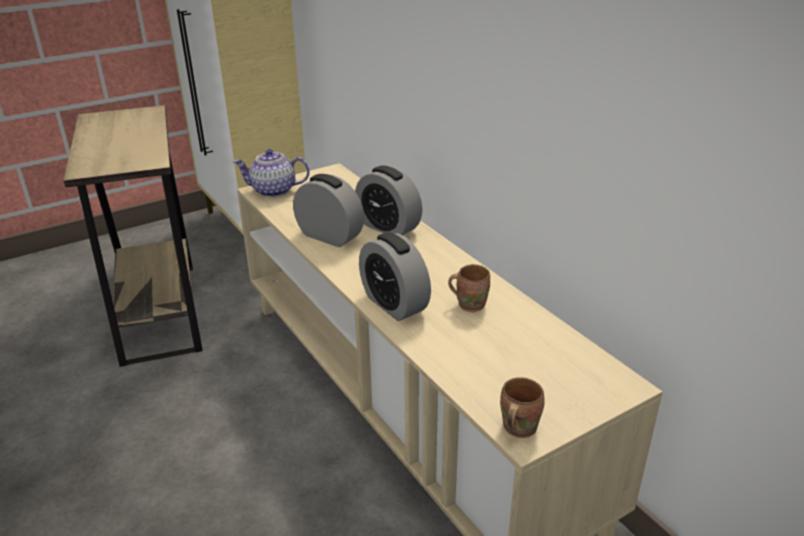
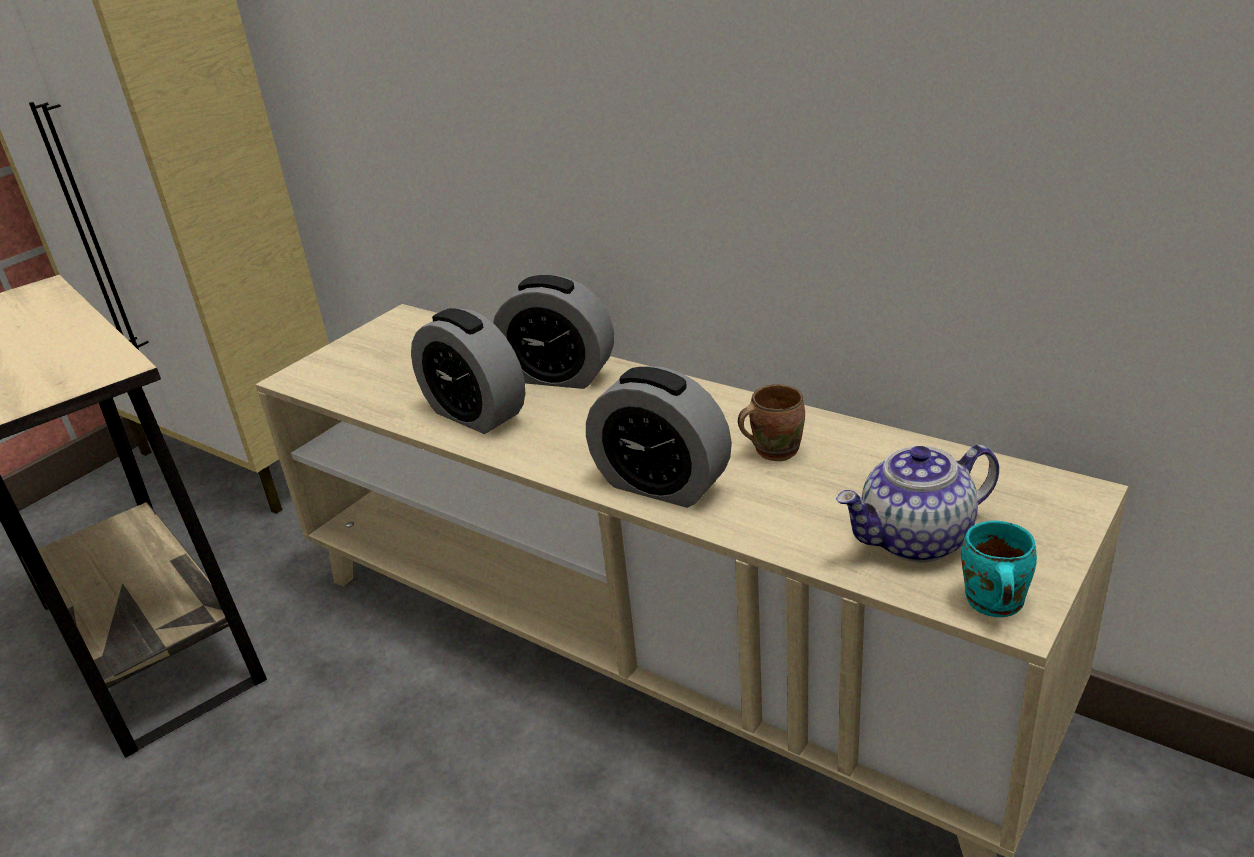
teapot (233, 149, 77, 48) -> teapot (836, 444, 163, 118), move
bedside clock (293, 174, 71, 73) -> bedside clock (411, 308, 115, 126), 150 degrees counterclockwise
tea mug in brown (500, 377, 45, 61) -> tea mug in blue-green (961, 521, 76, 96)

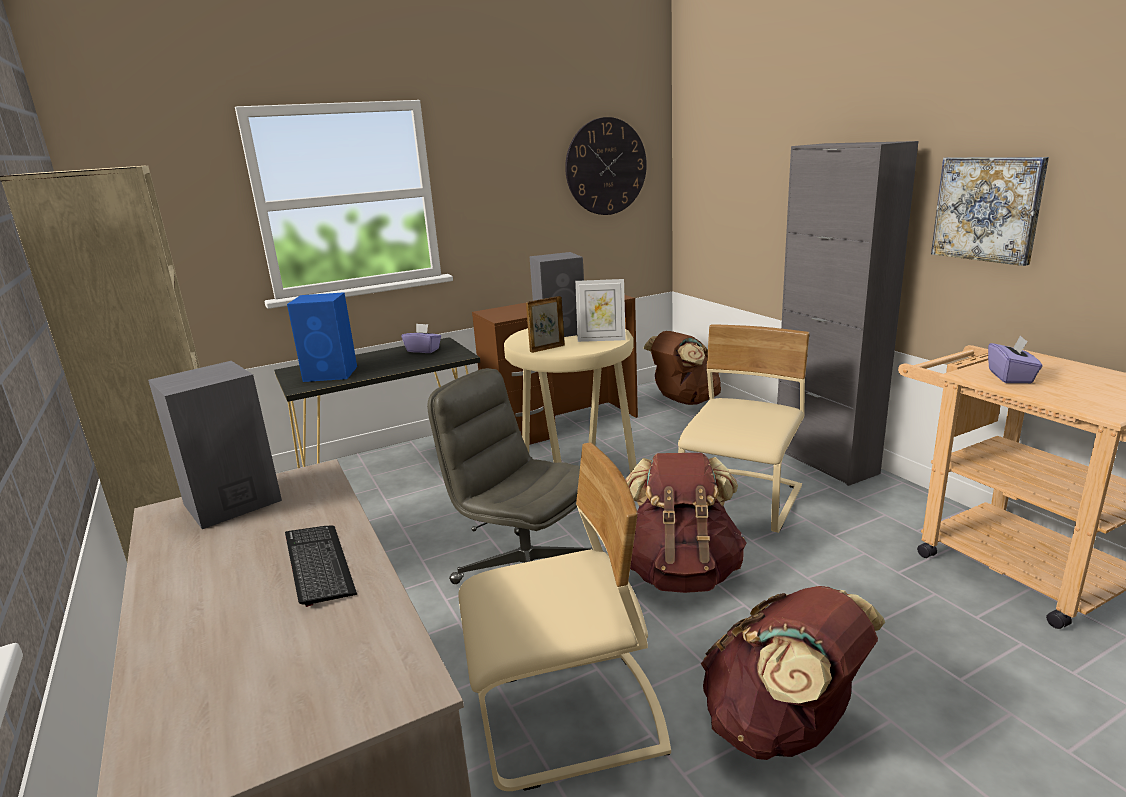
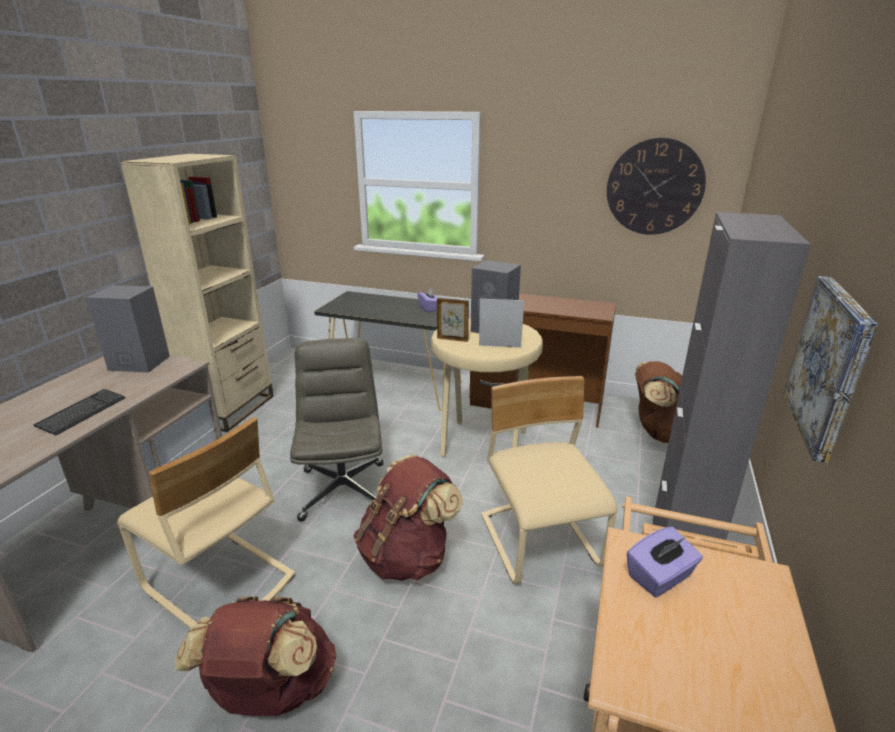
loudspeaker in blue (287, 292, 70, 90) -> none
photo frame (575, 279, 51, 63) -> photo frame (479, 299, 45, 48), 135 degrees clockwise
plain chair in beige-coloured (678, 324, 131, 209) -> plain chair in beige-coloured (481, 376, 137, 208), 90 degrees counterclockwise

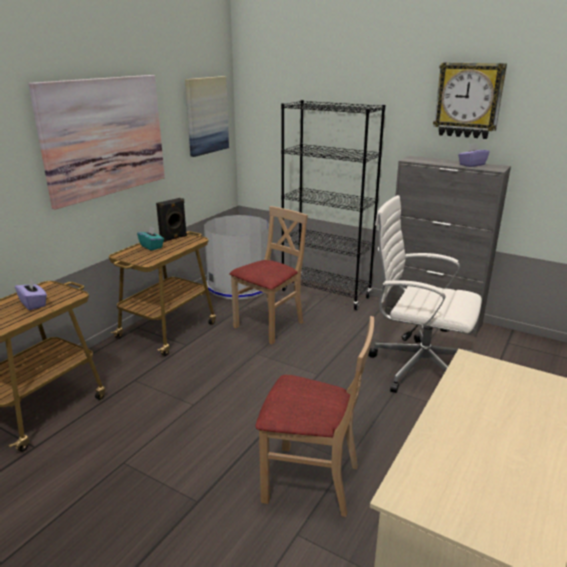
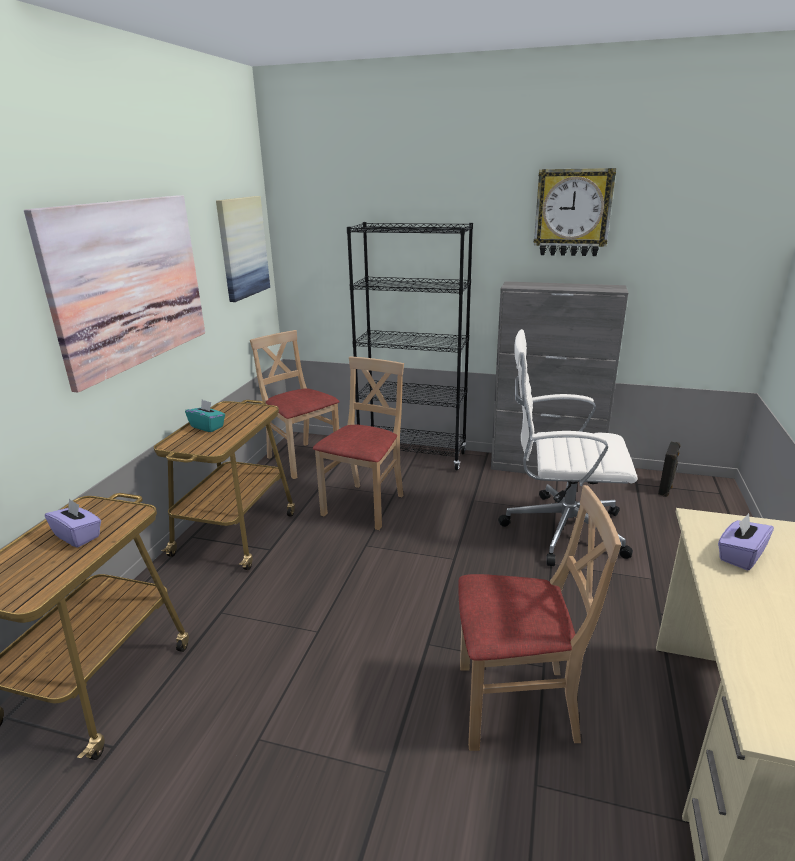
loudspeaker in black (156, 198, 31, 44) -> loudspeaker in black (658, 442, 23, 55), move
rubbish bin in grey (204, 215, 65, 85) -> plain chair in beige-coloured (250, 330, 90, 149)
tissue box in purplish (458, 143, 32, 24) -> tissue box in purplish (718, 513, 56, 58), move

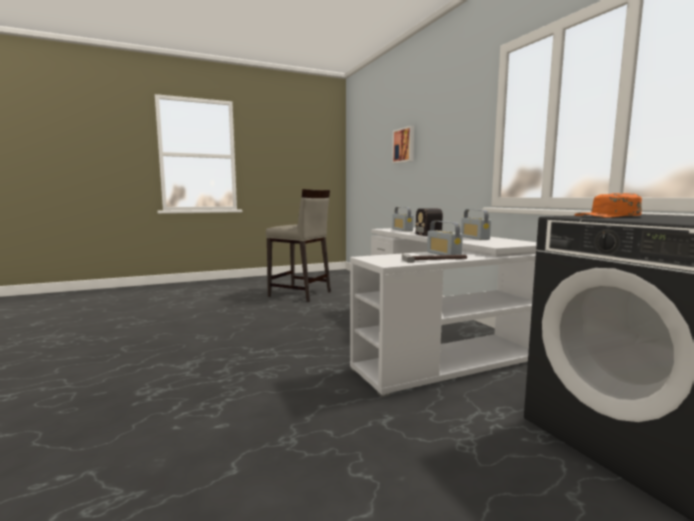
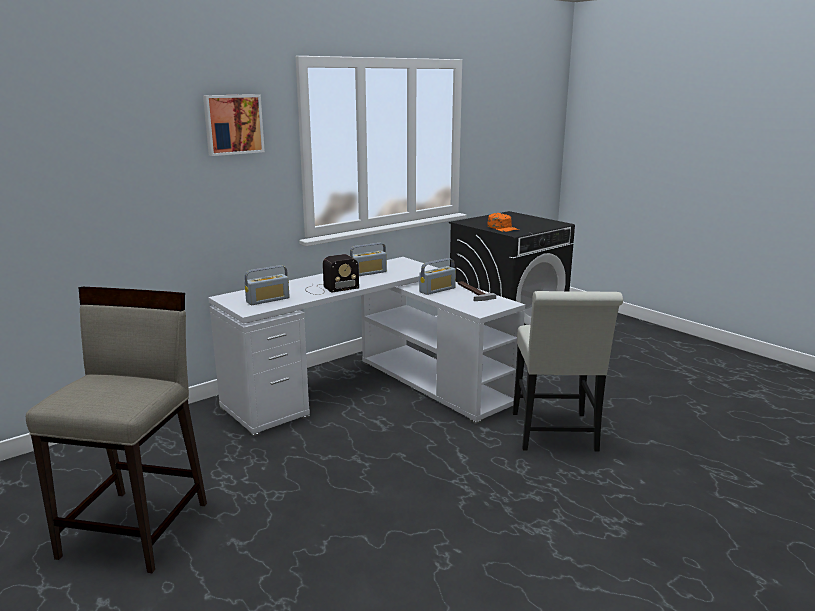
picture (392, 126, 22, 38) -> picture (203, 94, 62, 62), move
none -> plain chair in whitish (513, 291, 110, 161)

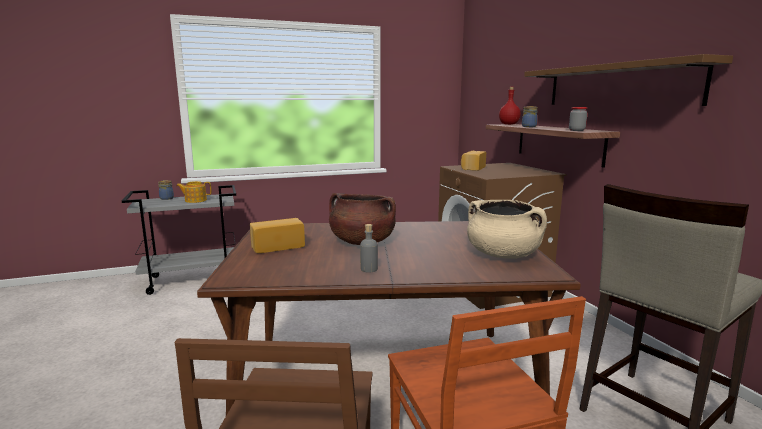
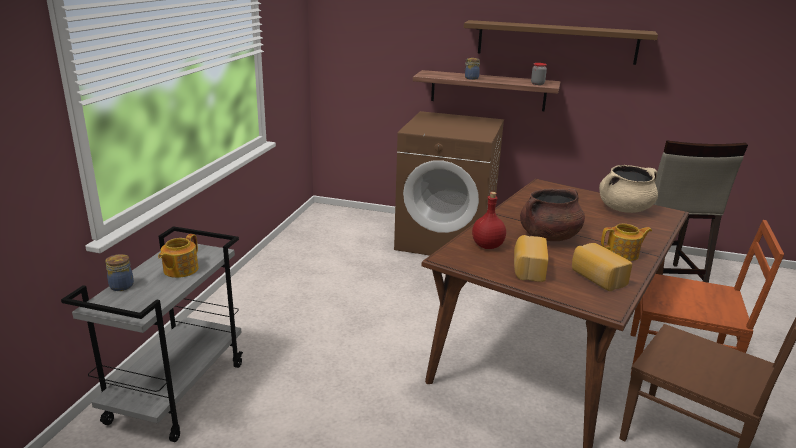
bottle in grey (360, 224, 18, 49) -> teapot (601, 224, 51, 37)
bakery bread (461, 151, 25, 20) -> bakery bread (572, 243, 60, 48), move
bottle in red (499, 87, 22, 38) -> bottle in red (472, 192, 34, 57), move

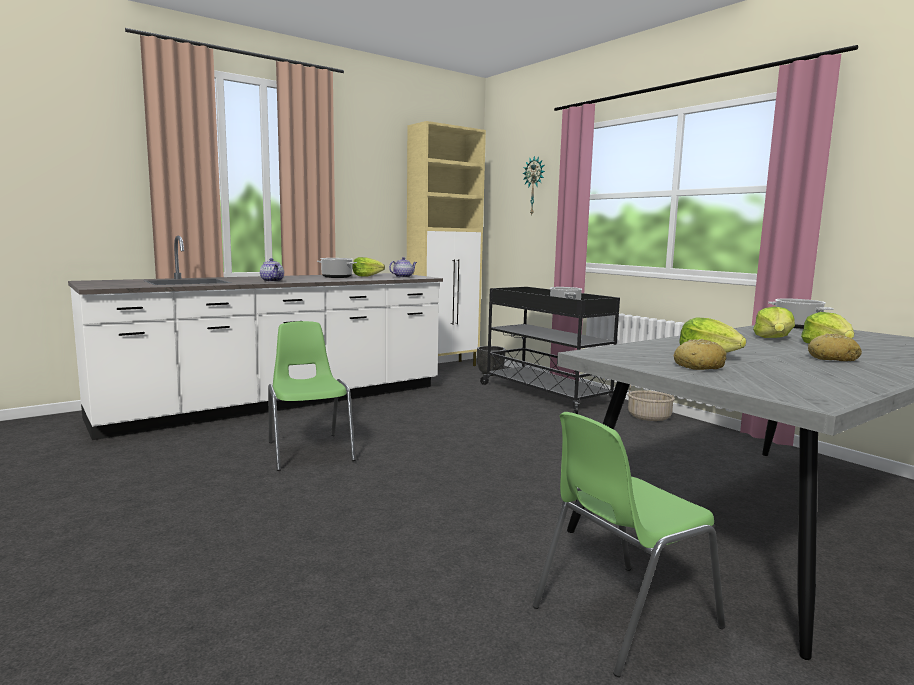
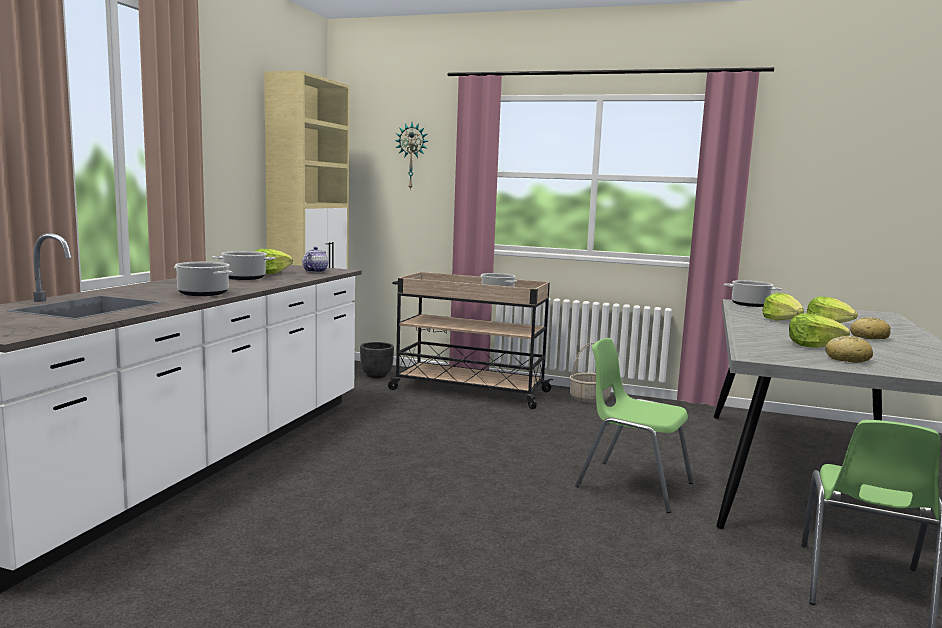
teapot (260, 258, 24, 24) -> cooking pot (174, 262, 58, 34)
plain chair in greenish (268, 321, 88, 150) -> plain chair in greenish (575, 338, 118, 175), move
wheeled cart in black (480, 287, 140, 127) -> wheeled cart in beige-coloured (388, 272, 165, 137)

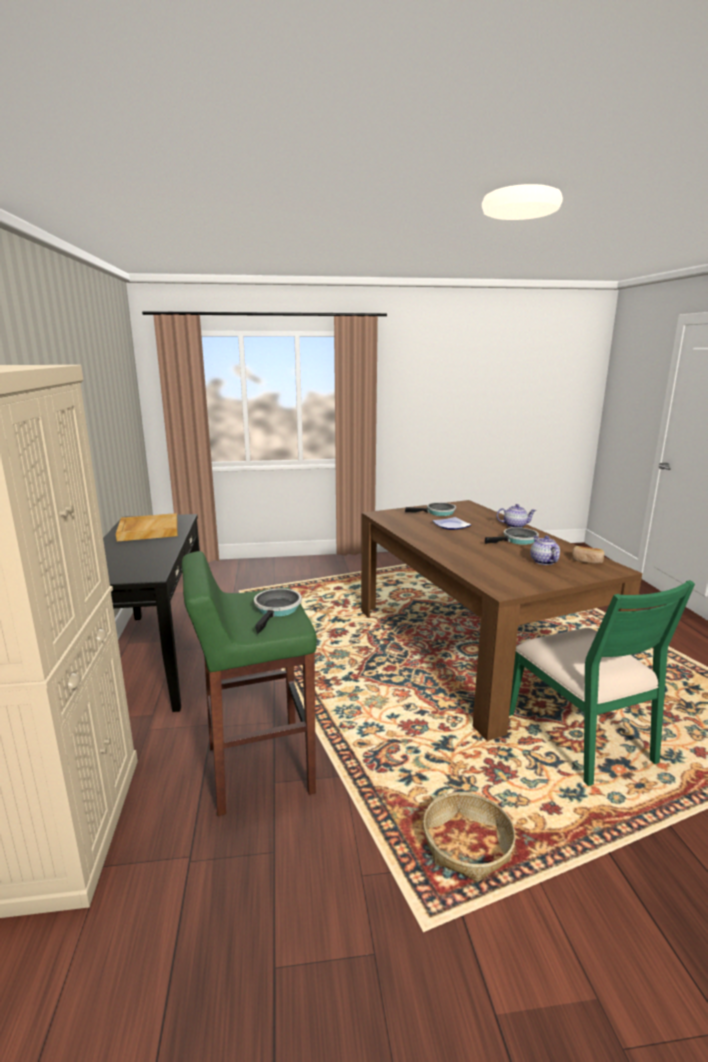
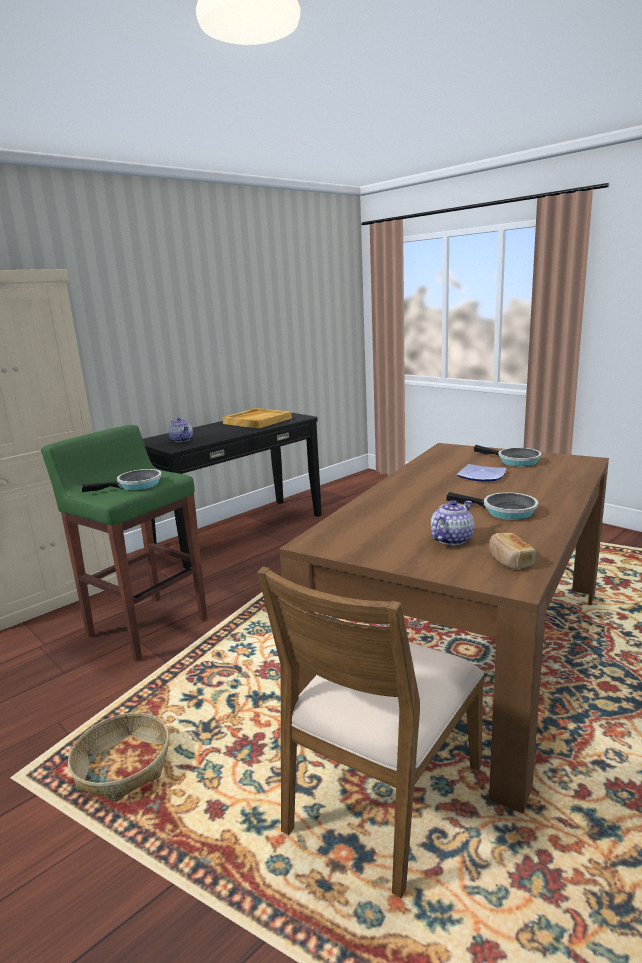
teapot (497, 504, 39, 24) -> teapot (168, 418, 25, 24), move
plain chair in greenish (509, 580, 186, 206) -> plain chair in brown (257, 566, 227, 332)

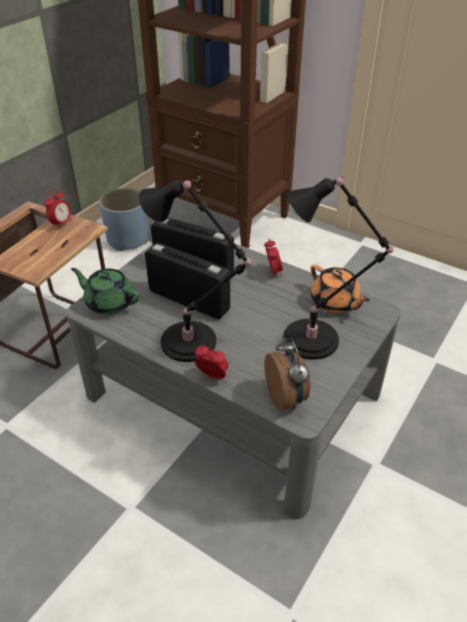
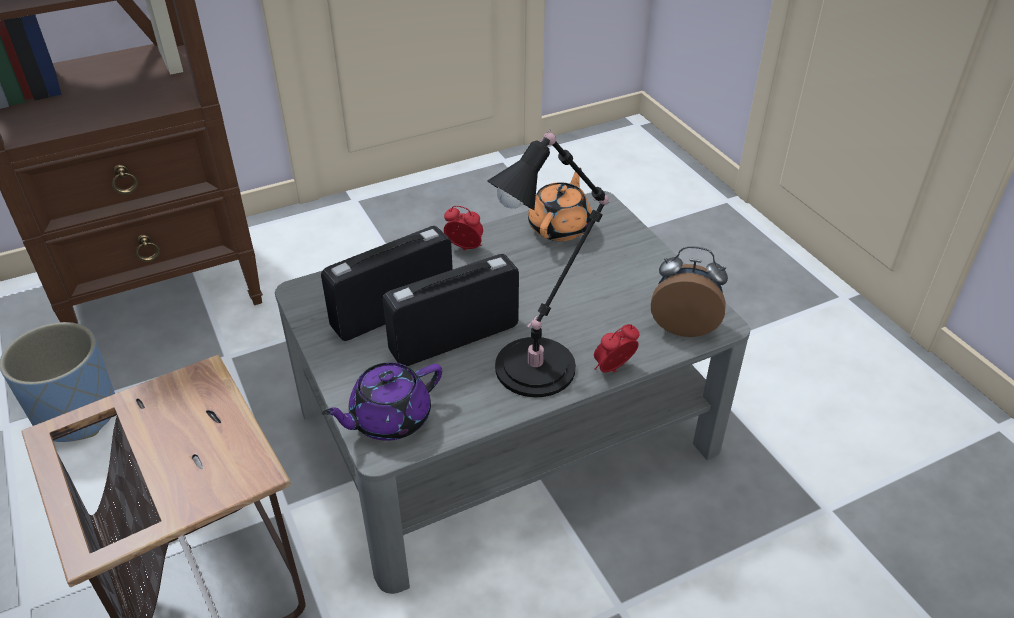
bedside clock (44, 189, 28, 41) -> none
teapot in greenish (71, 268, 69, 46) -> teapot in purplish (322, 362, 120, 79)
tabletop lamp in black (283, 176, 111, 184) -> none
teapot in orange-coloured (310, 264, 60, 49) -> teapot in orange-coloured (528, 168, 64, 73), 60 degrees counterclockwise

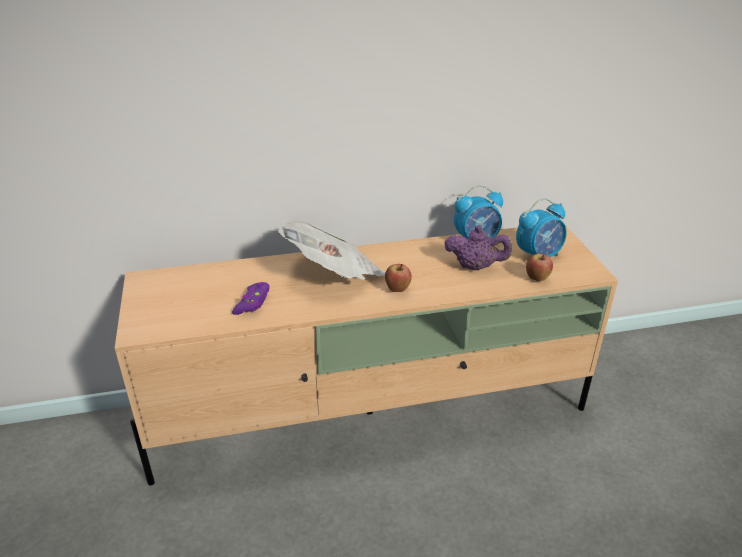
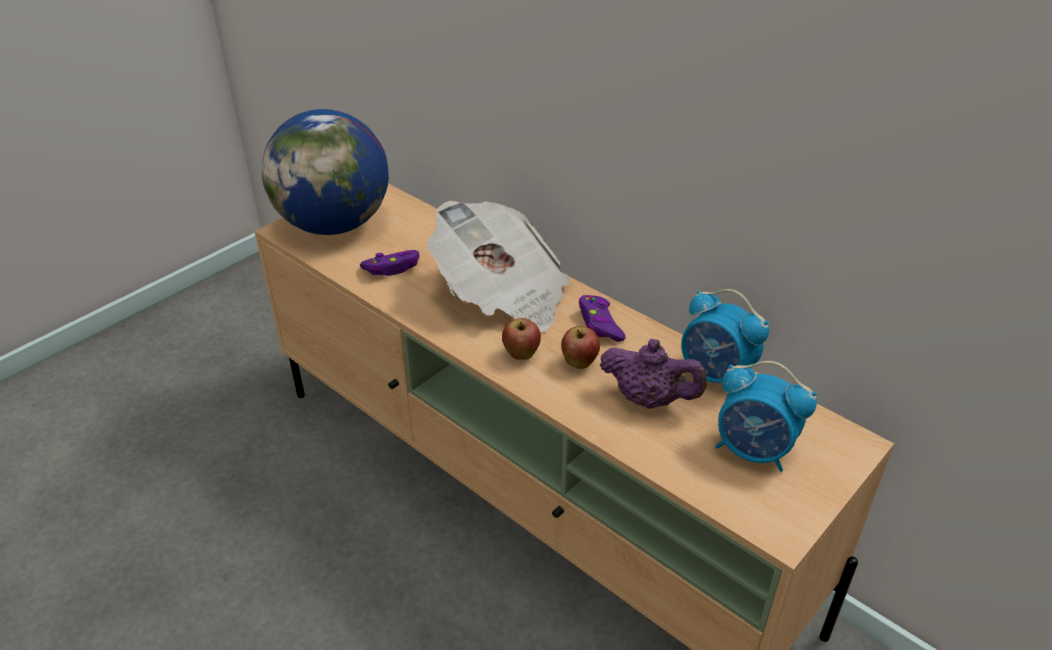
teapot in purplish (444, 225, 68, 45) -> teapot in purplish (600, 339, 107, 69), 45 degrees counterclockwise
whole apple (526, 253, 27, 28) -> whole apple (561, 327, 39, 42), move
none -> globe (262, 109, 127, 126)
none -> joypad in purplish (579, 295, 47, 47)

